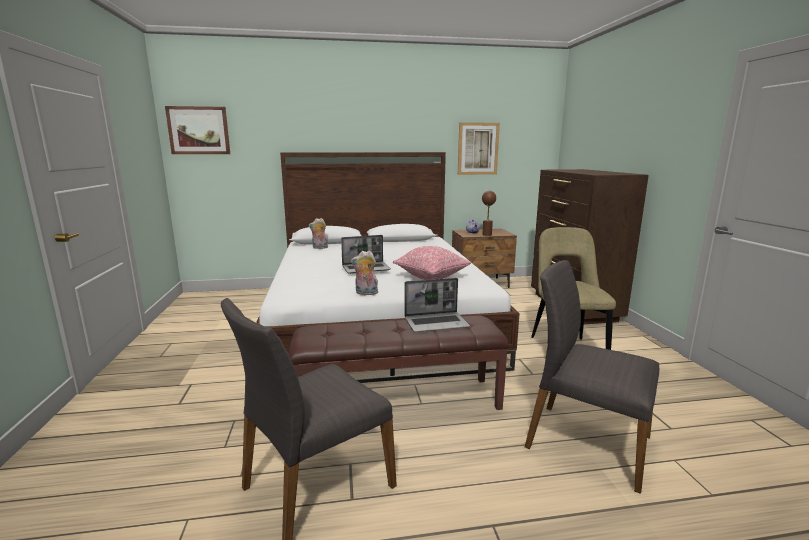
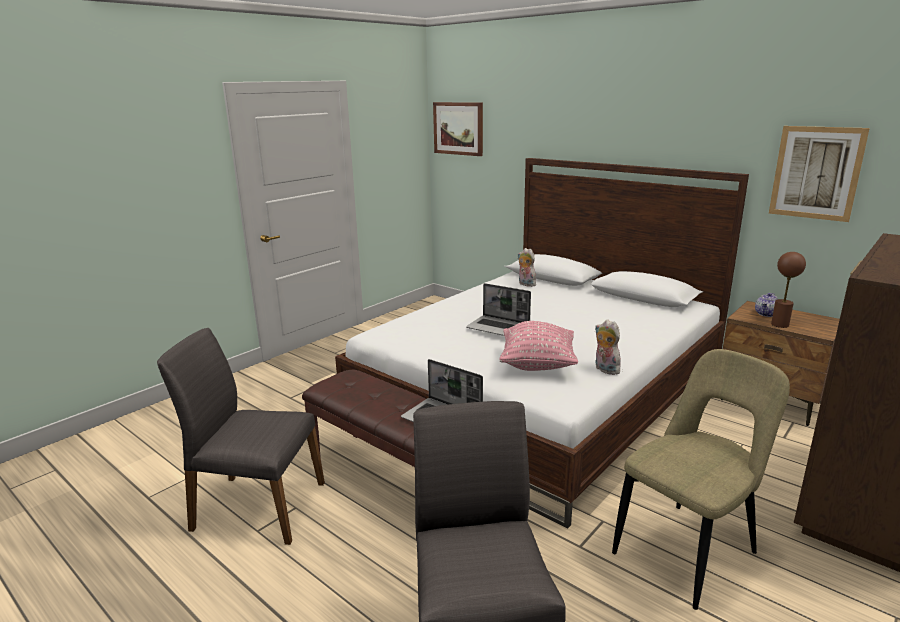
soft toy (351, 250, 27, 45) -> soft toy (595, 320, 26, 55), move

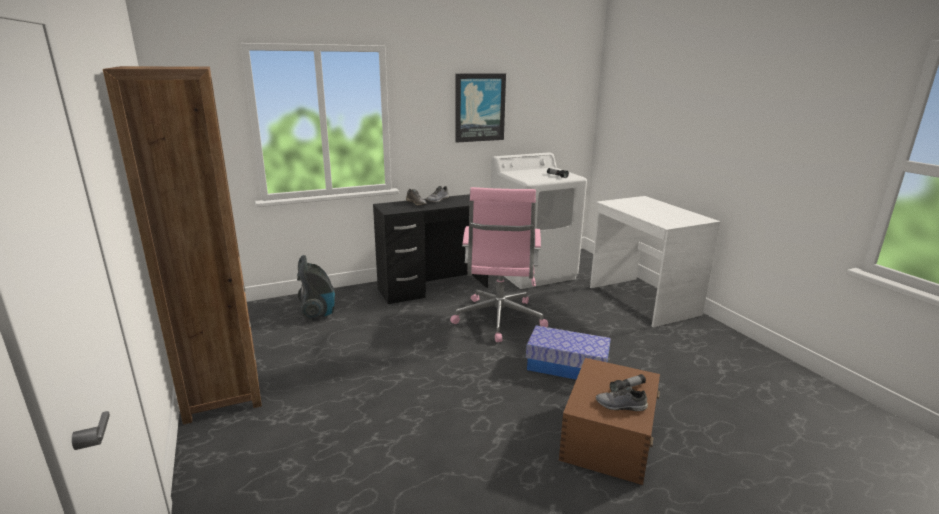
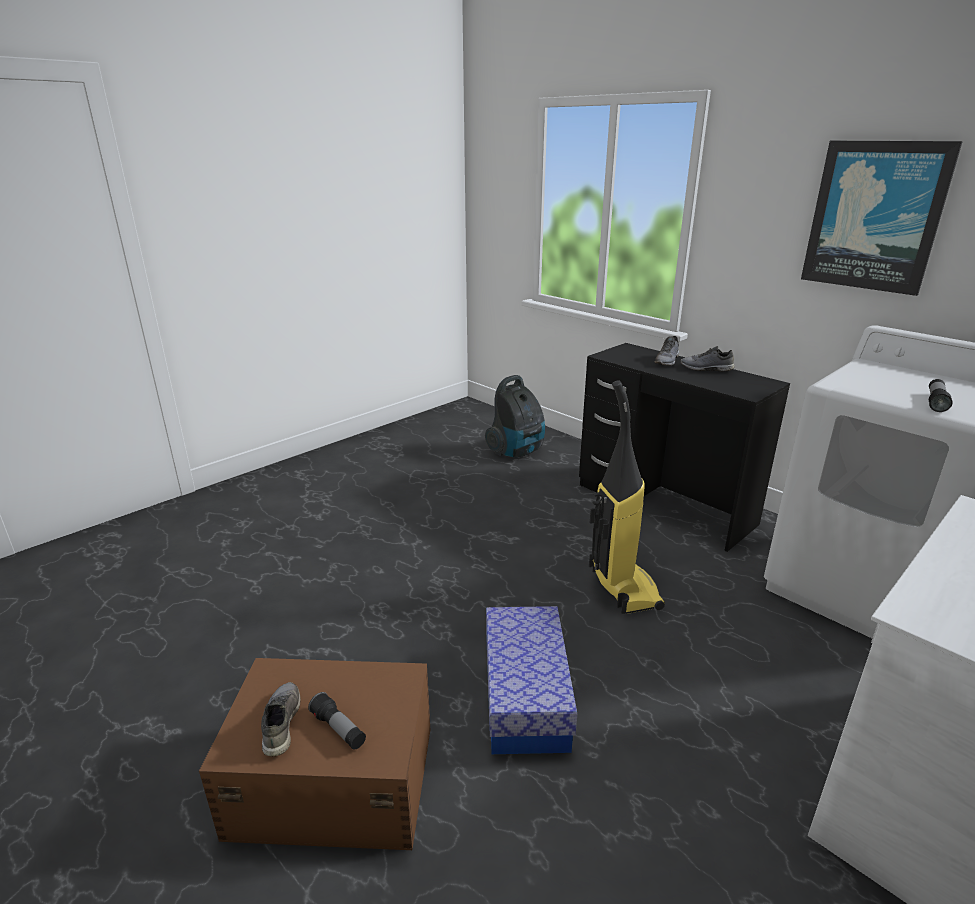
bookcase in brown (103, 66, 159, 359) -> none
computer chair in pinkish (450, 187, 98, 155) -> hoover (589, 381, 76, 233)

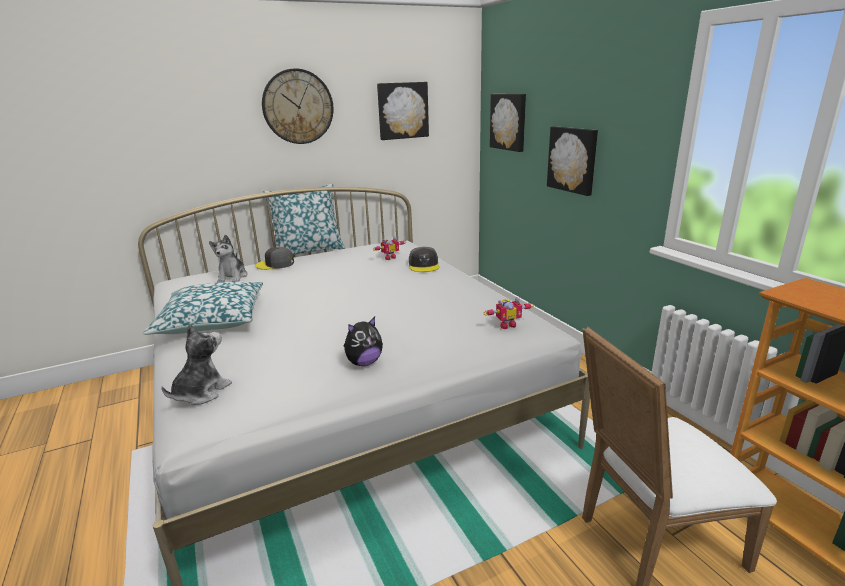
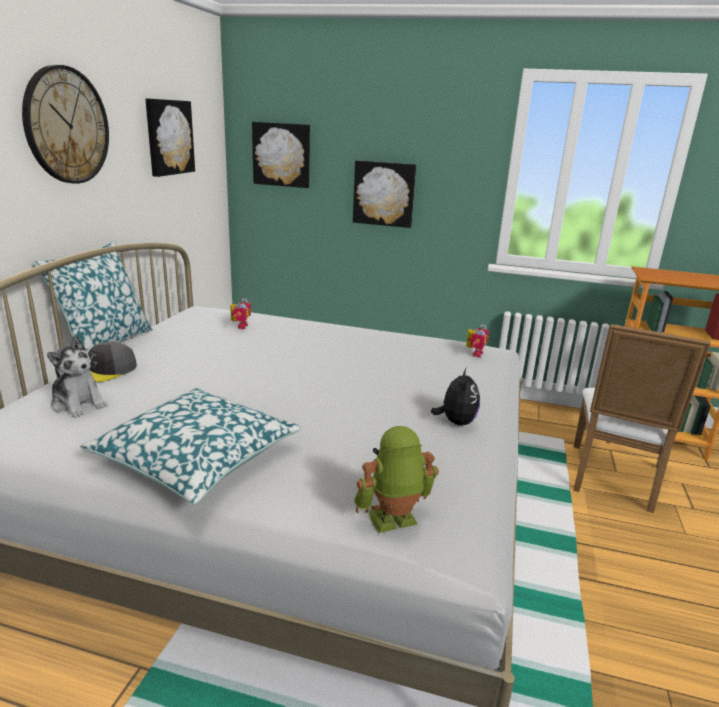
soft toy (161, 324, 71, 81) -> toy robot (354, 426, 85, 107)
baseball cap in grey (409, 247, 30, 25) -> none

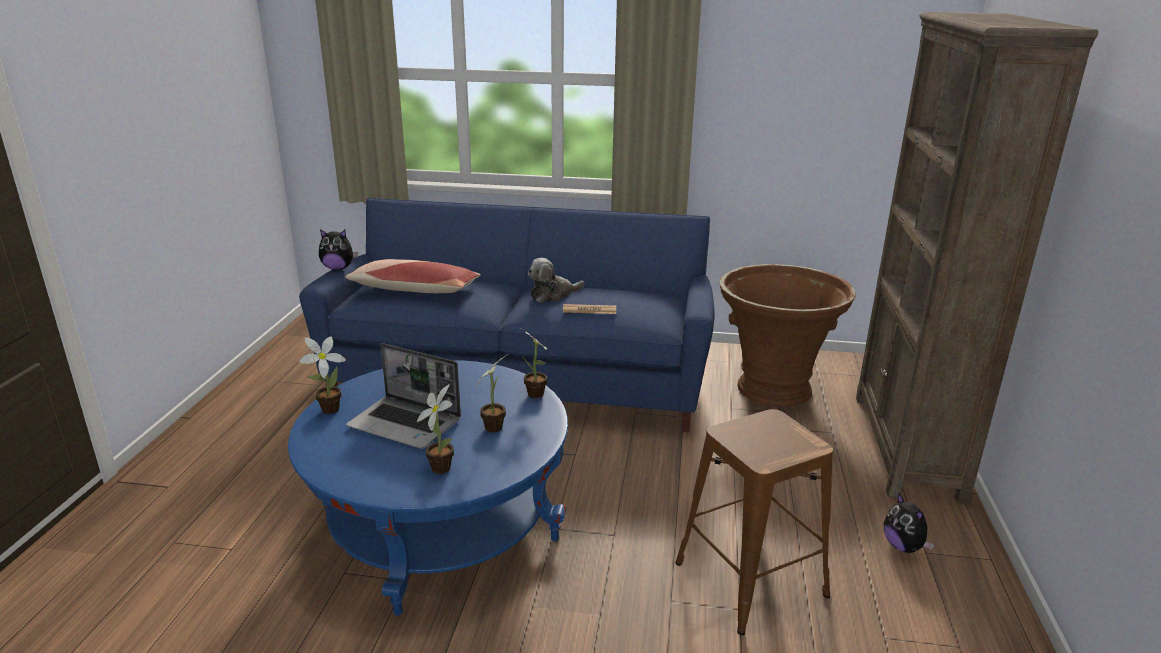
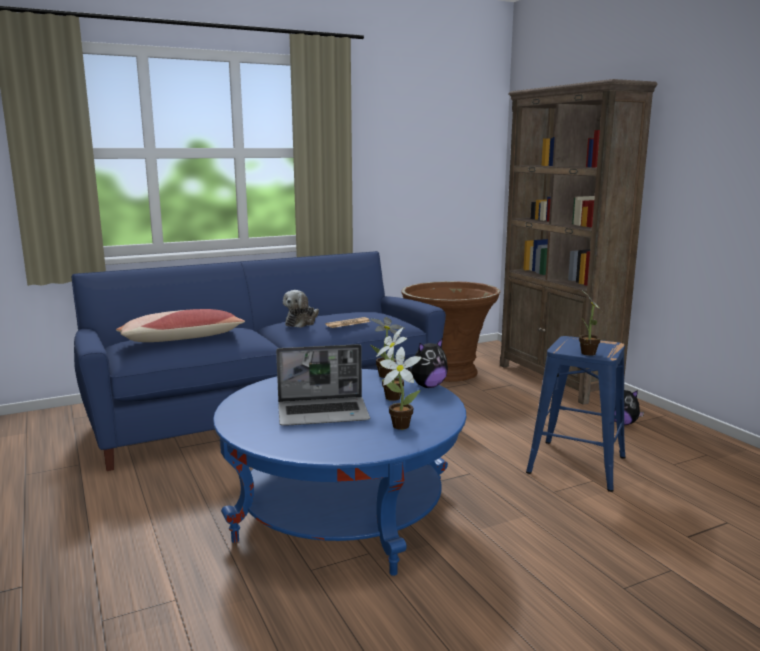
plant in a pot (299, 336, 47, 78) -> plant in a pot (579, 291, 27, 65), move
soft toy (319, 229, 39, 41) -> soft toy (407, 339, 41, 49), move
sitting stool in brown (675, 409, 158, 226) -> sitting stool in blue (526, 336, 100, 156)

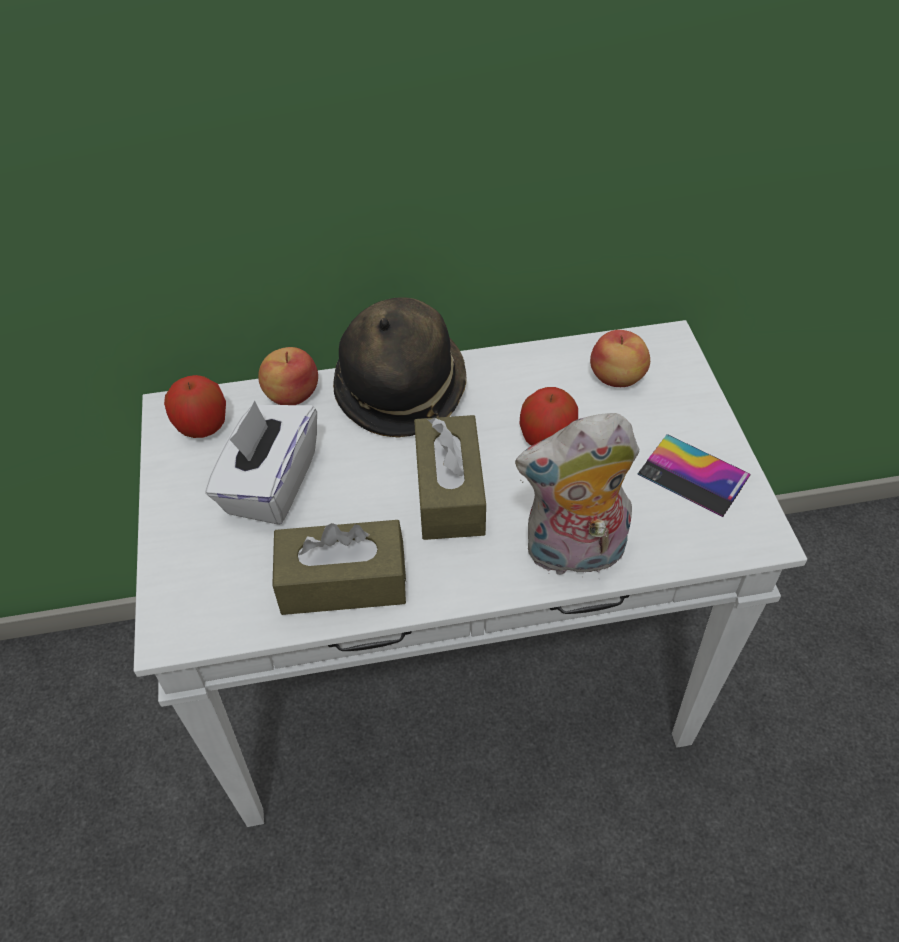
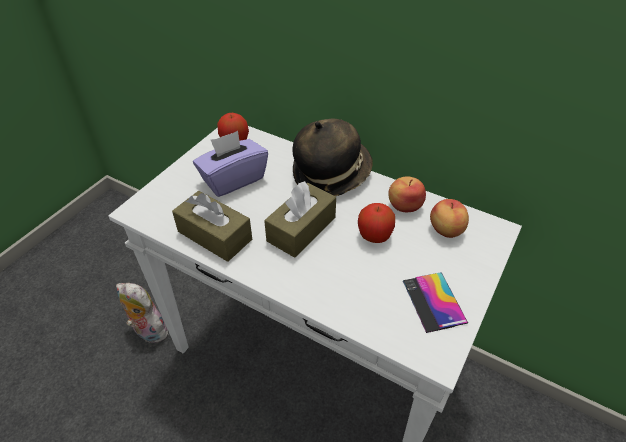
tissue box in whitish (205, 401, 112, 124) -> tissue box in purplish (193, 131, 75, 66)
whole apple (258, 347, 60, 58) -> whole apple (388, 177, 38, 35), move
soft toy (515, 413, 124, 166) -> soft toy (116, 283, 52, 60), move

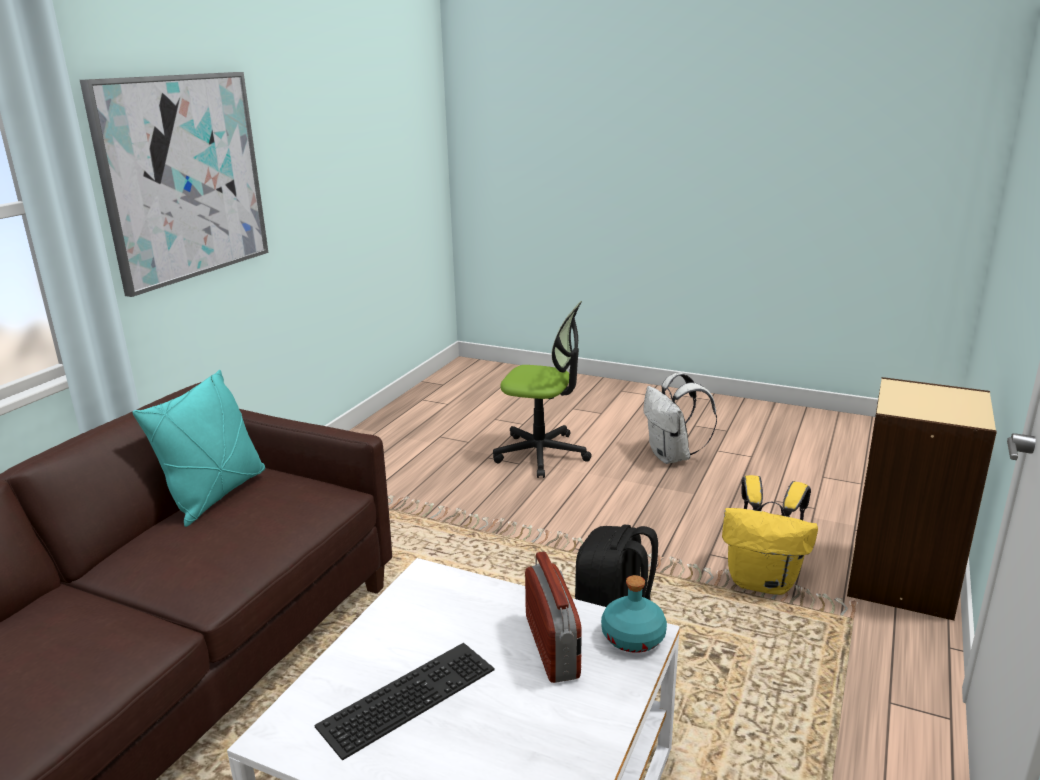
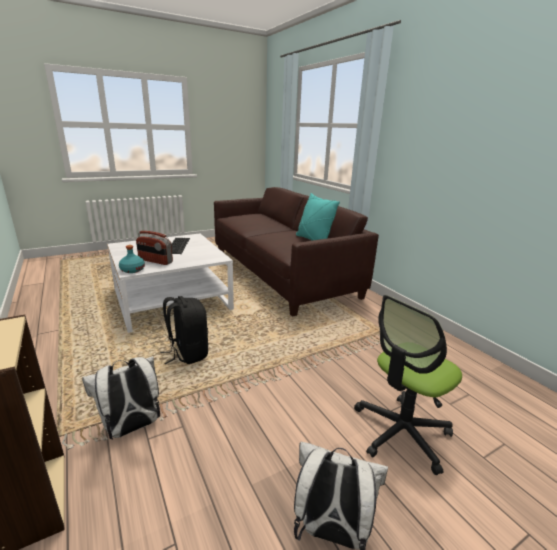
picture (80, 72, 189, 225) -> none
knapsack in yellow-coloured (722, 475, 96, 120) -> knapsack in whitish (82, 356, 78, 83)

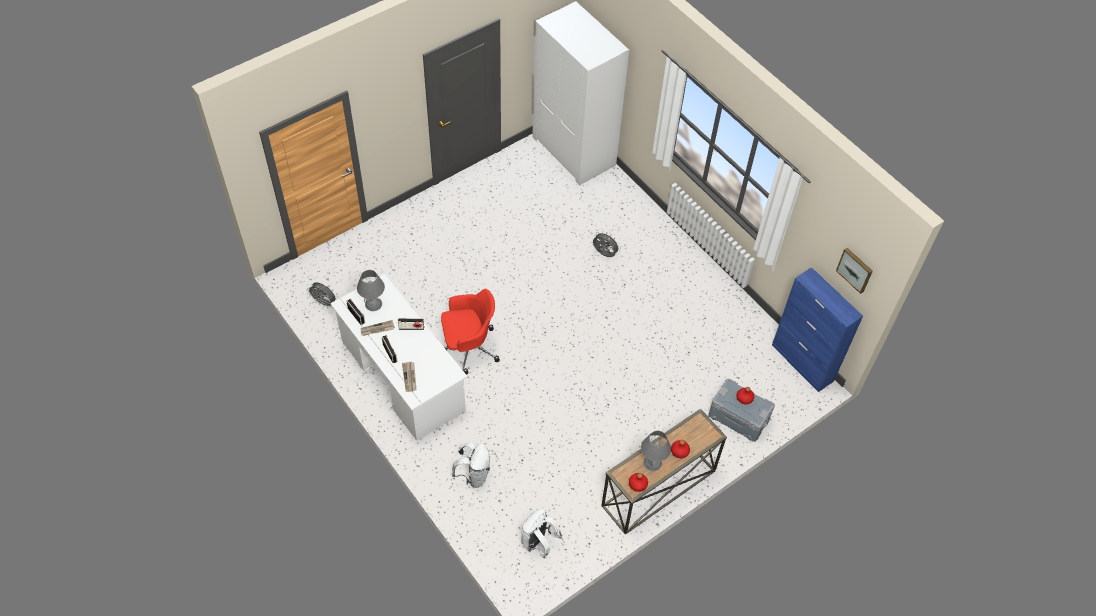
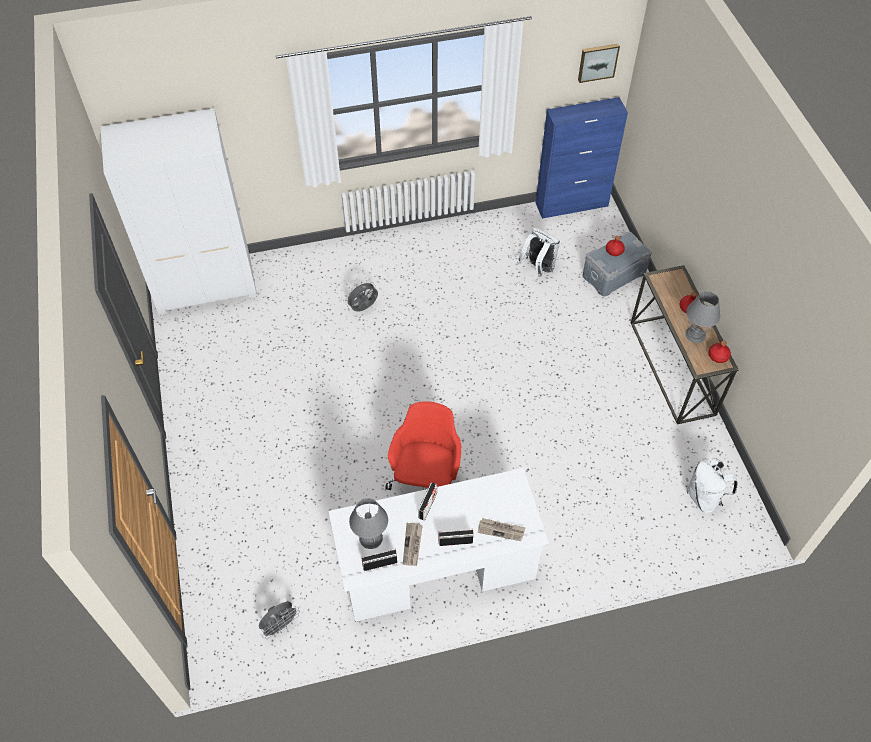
knapsack in whitish (452, 442, 39, 46) -> knapsack in whitish (517, 228, 43, 49), move

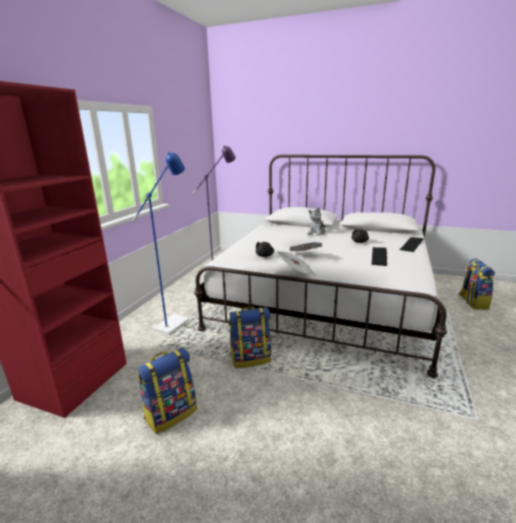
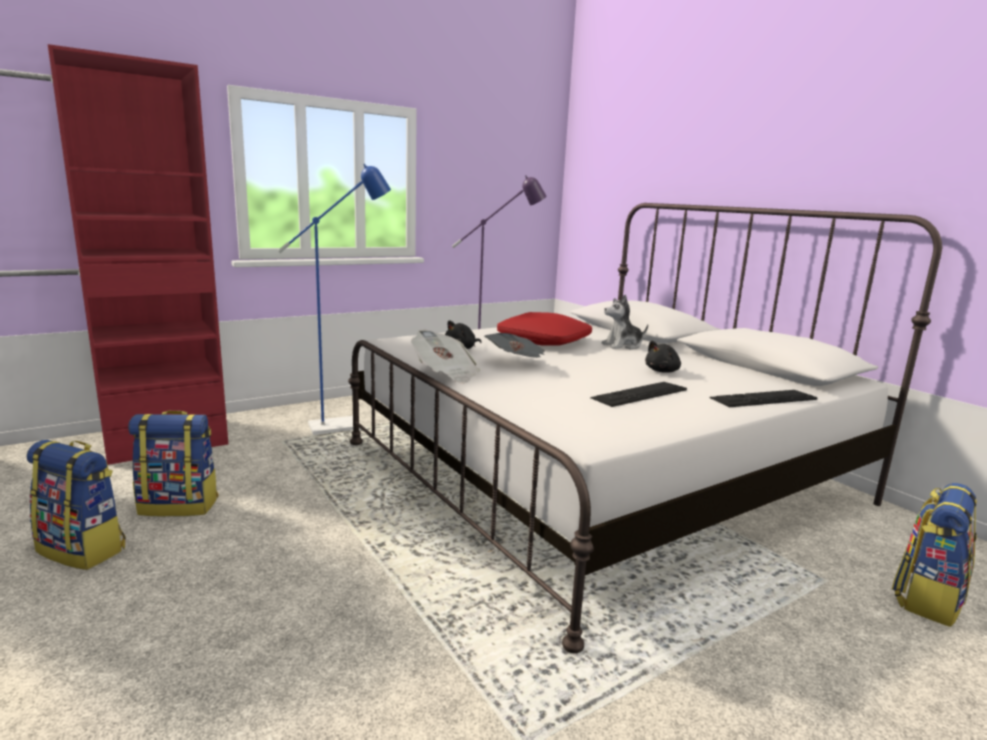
knapsack (229, 307, 42, 61) -> knapsack (27, 440, 99, 130), move
none -> pillow in red (497, 312, 95, 34)

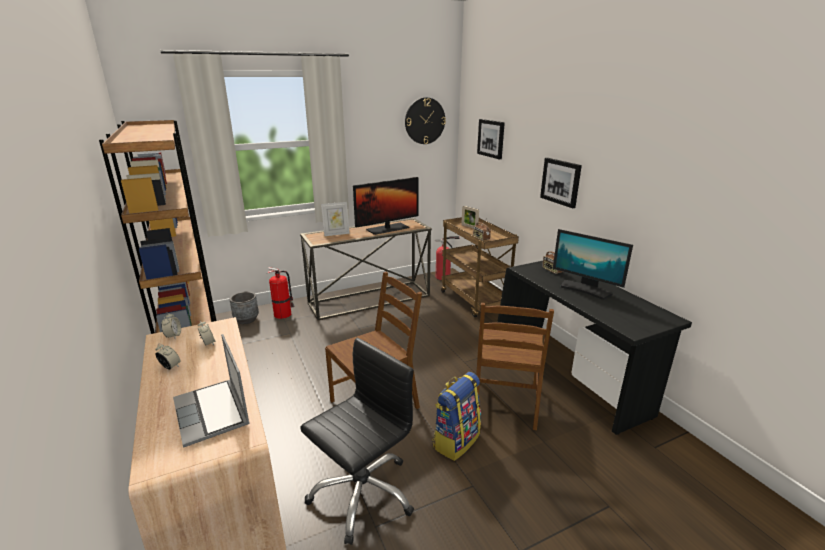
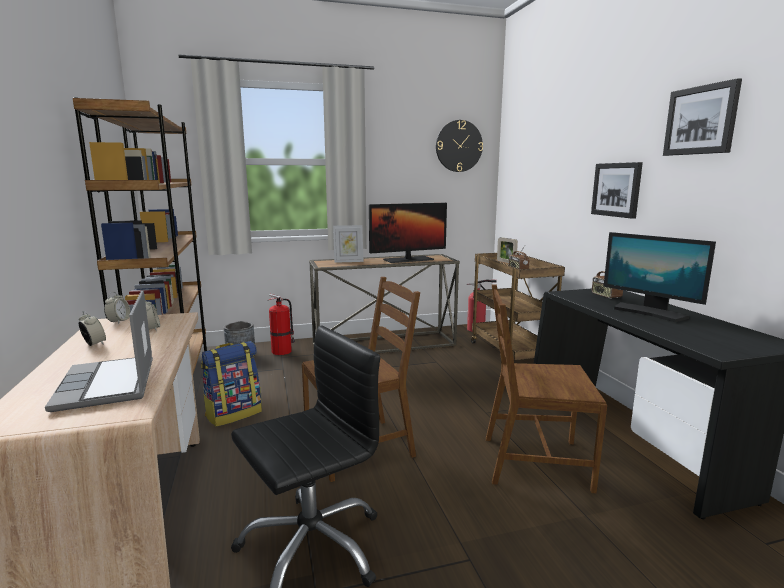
knapsack (432, 372, 49, 89) -> knapsack (201, 341, 61, 86), move
plain chair in brown (476, 303, 78, 127) -> plain chair in brown (486, 284, 121, 209), 75 degrees clockwise
picture (477, 119, 28, 40) -> picture (663, 78, 79, 78), move

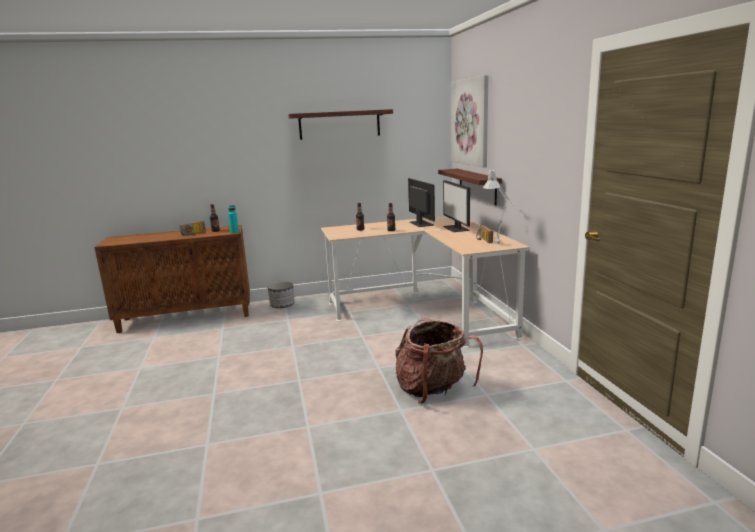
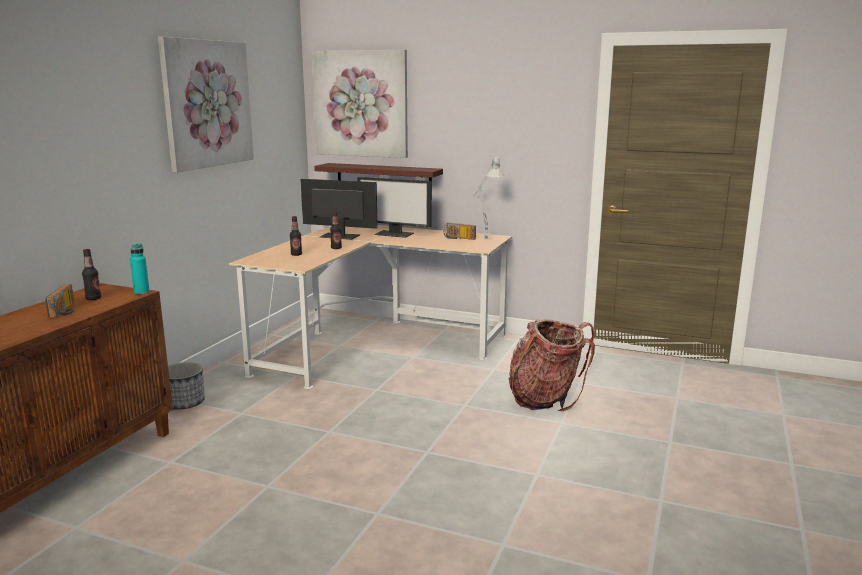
wall shelf (288, 109, 105, 31) -> picture (158, 36, 96, 137)

